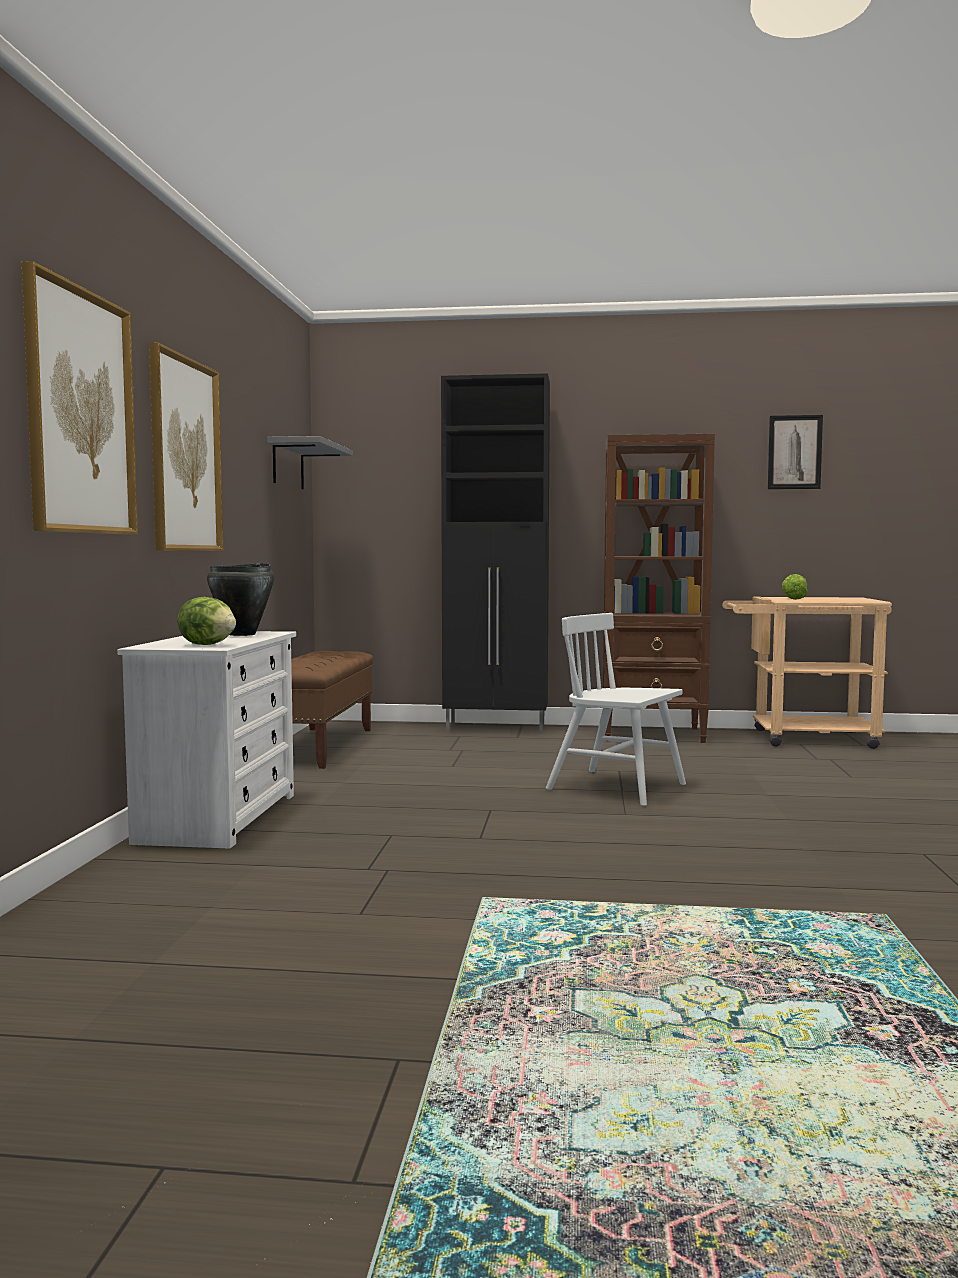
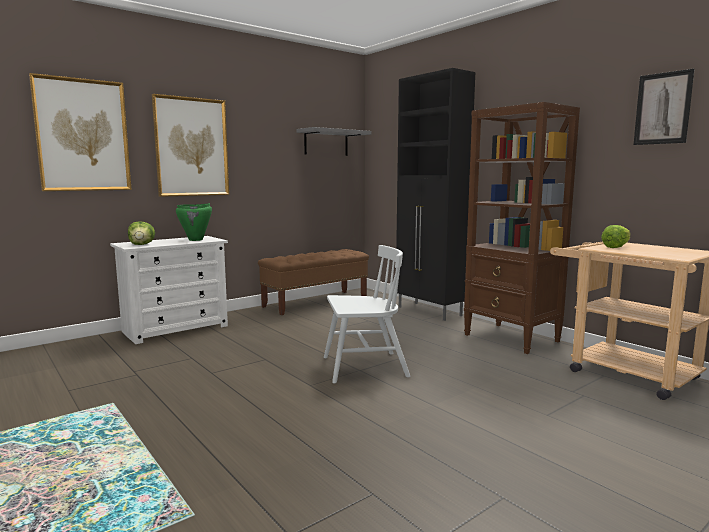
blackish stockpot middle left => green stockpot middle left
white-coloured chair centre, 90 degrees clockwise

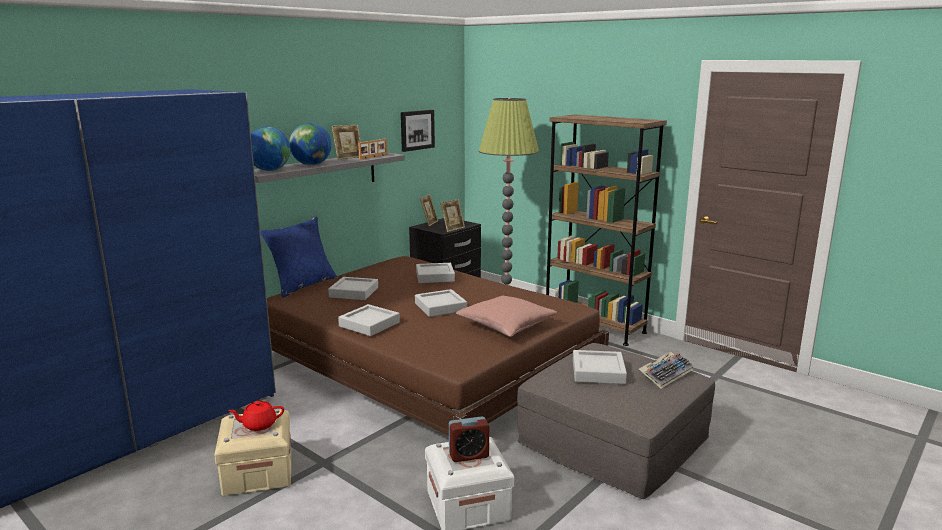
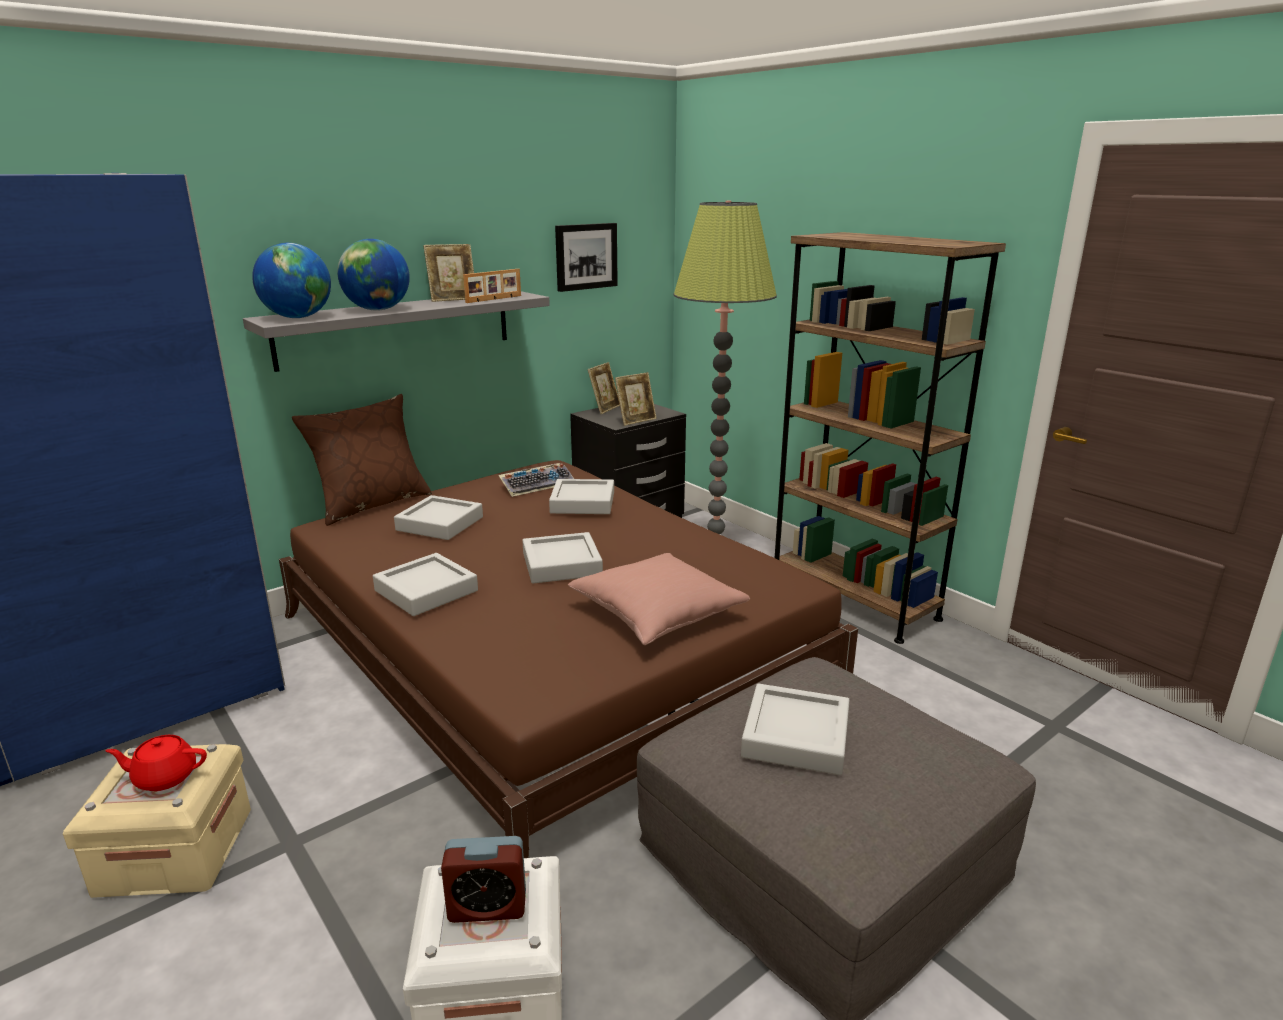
PC keyboard bottom right => PC keyboard centre, shifted
bluish throw pillow middle left => brown-coloured throw pillow middle left

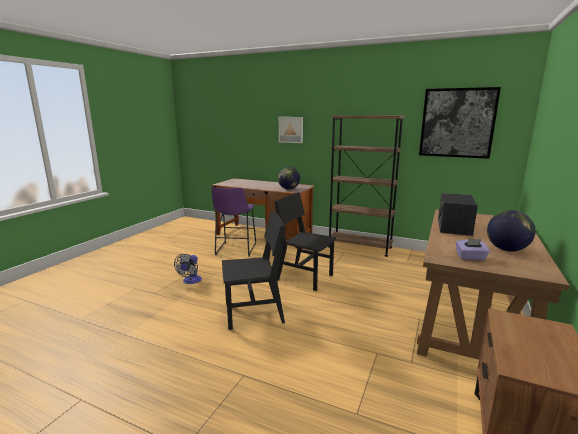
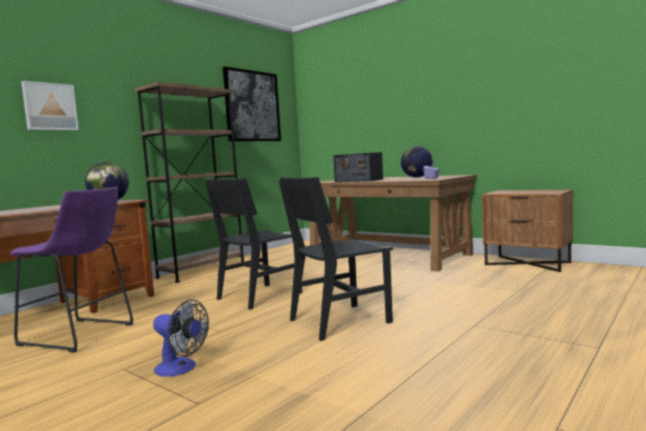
blackish chair (no. 1 from left in the first image) centre => blackish chair (no. 2 from left) centre, 120 degrees counterclockwise

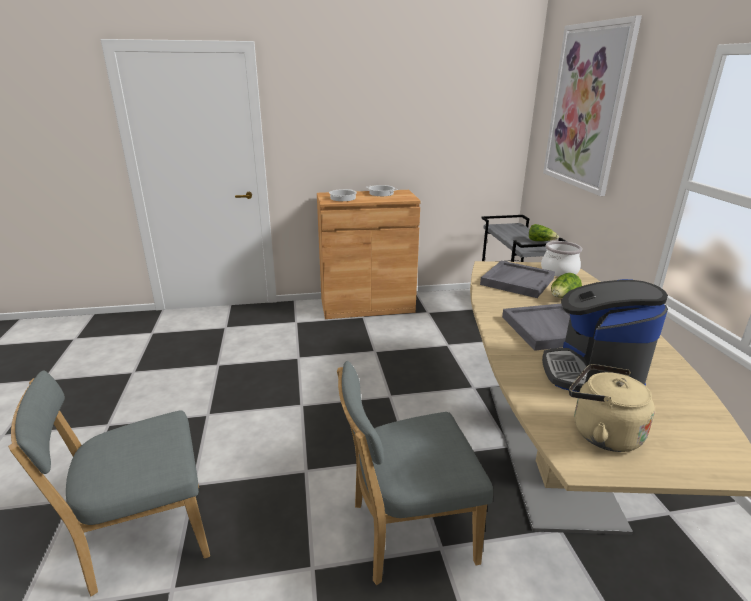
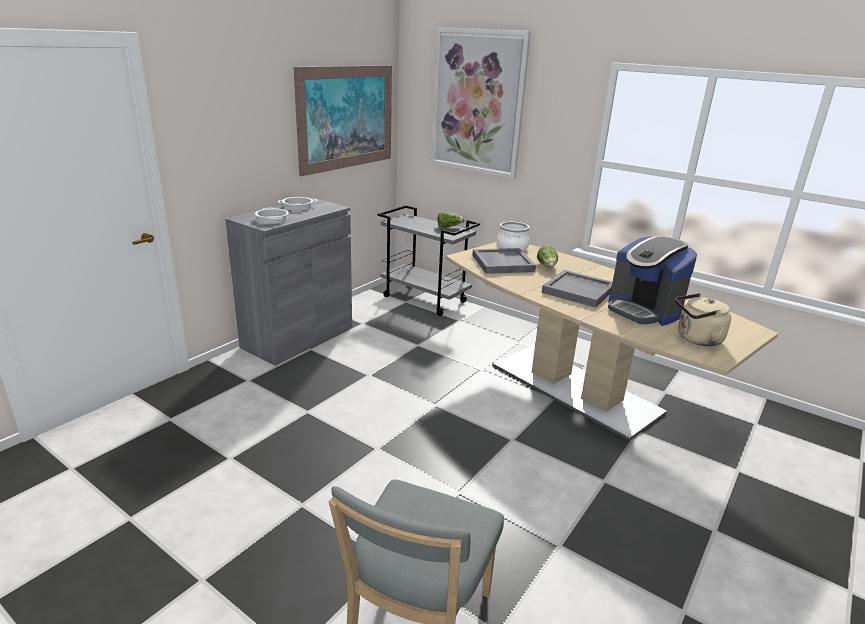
greyish chair (no. 2 from left) bottom centre => nothing
nothing => wall art (no. 1 from left) top centre
brown-coloured cupboard centre => greyish cupboard middle left

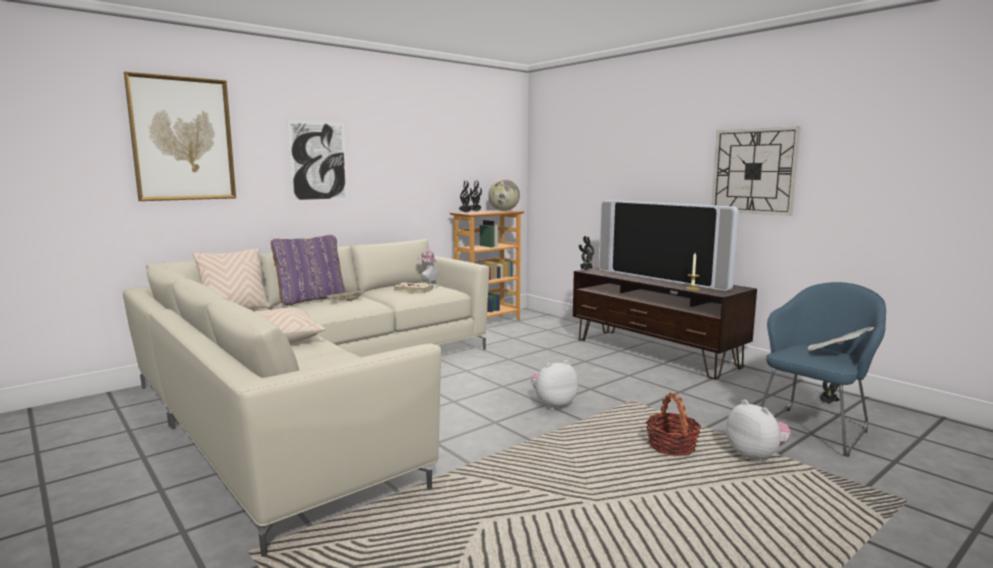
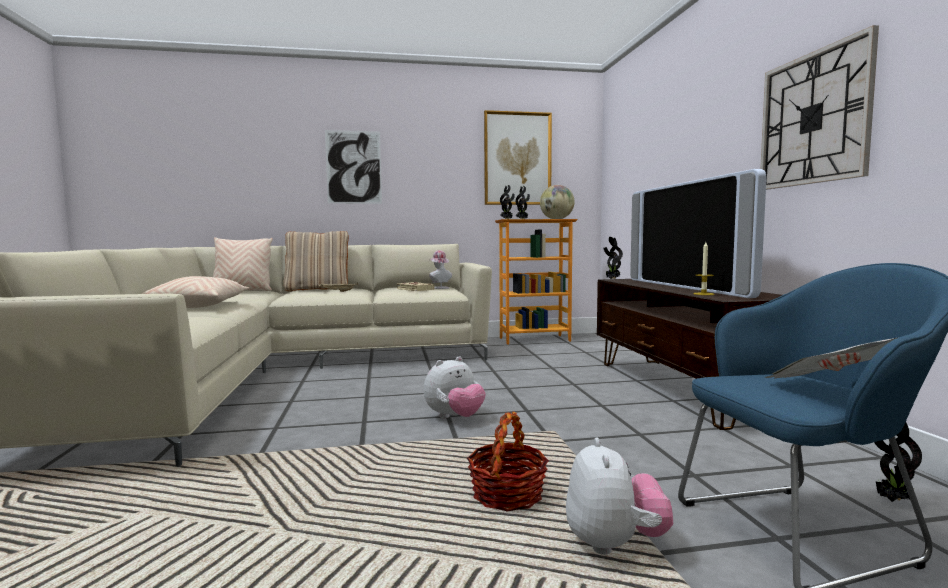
wall art (no. 1 from left in the first image) top left => wall art (no. 2 from left) top centre, shifted
purple throw pillow middle left => sand-coloured throw pillow (no. 3 from left) centre
plush toy (no. 1 from left) bottom centre => plush toy (no. 1 from left) centre, 135 degrees clockwise

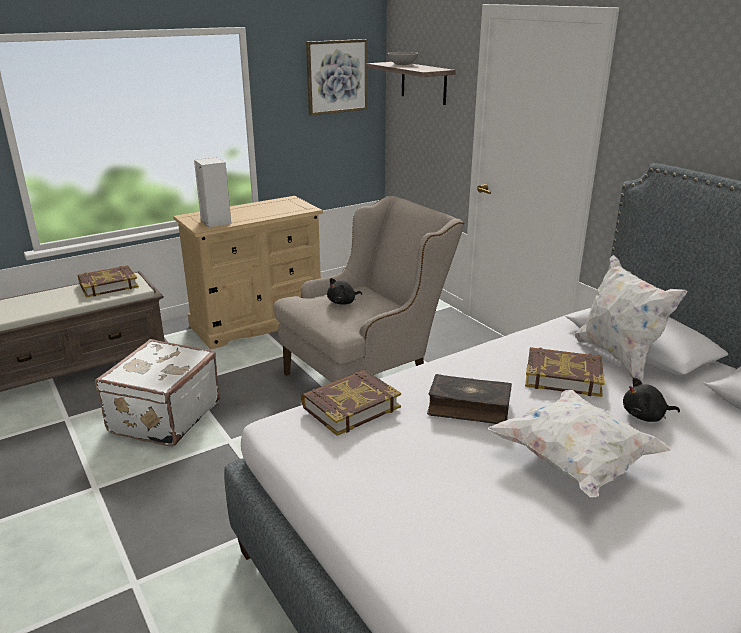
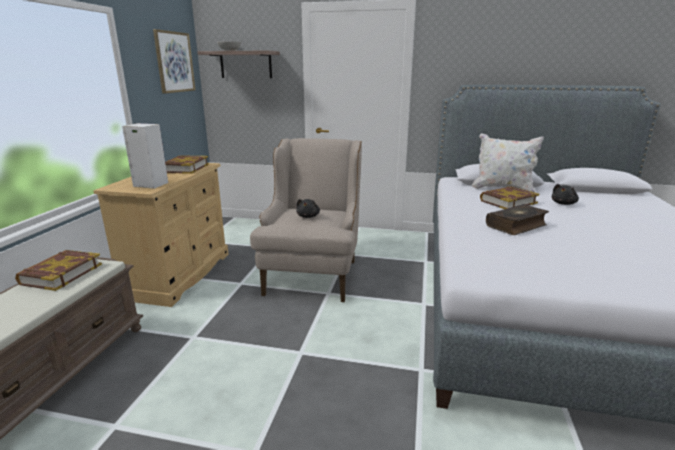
white-coloured piece of luggage middle left => nothing
white-coloured throw pillow (no. 1 from left) bottom right => nothing
book (no. 2 from left) centre => book (no. 2 from left) middle left, shifted

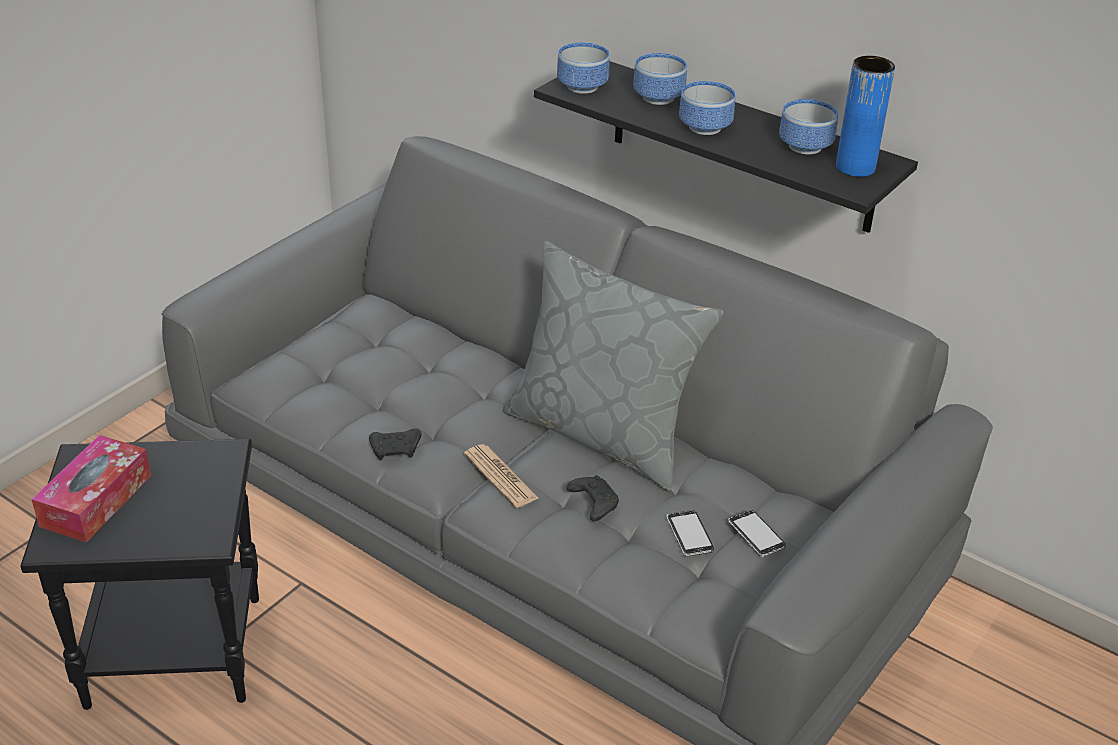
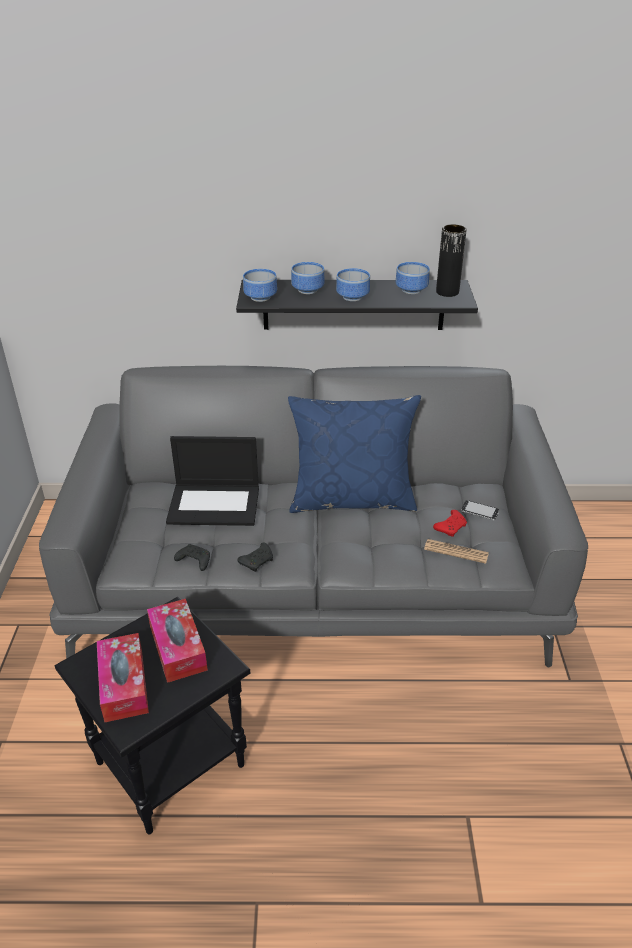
nothing => box of tissues (no. 2 from left) bottom left
nothing => notebook computer centre
daily paper centre => daily paper middle right, shifted
blackish game controller (no. 2 from left in the first image) bottom centre => blackish game controller (no. 1 from left) middle left, shifted
telephone (no. 1 from left) bottom centre => red game controller middle right
greyish throw pillow centre => bluish throw pillow centre
bluish vase top right => blackish vase top right

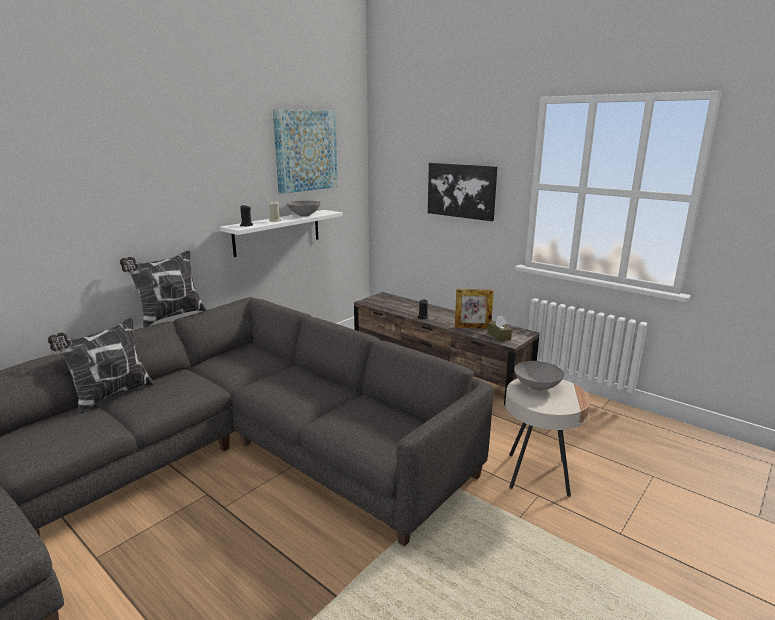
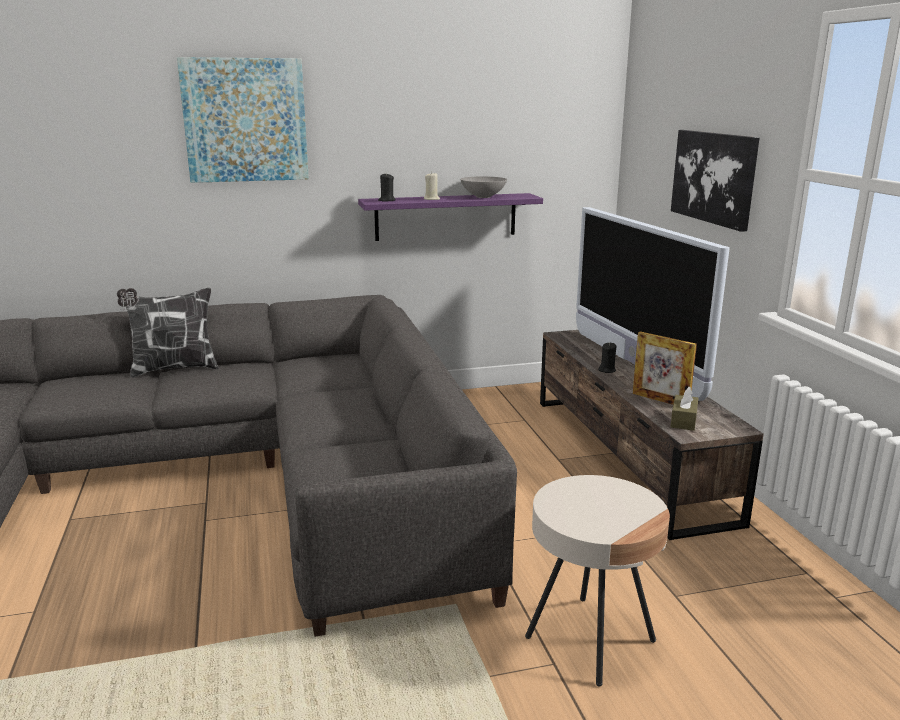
throw pillow (no. 2 from left) middle left => nothing
greyish bowl (no. 2 from left) middle right => nothing
nothing => TV set middle right
wall art (no. 1 from left) top centre => wall art (no. 1 from left) top left, shifted
white-coloured bracket shelf centre => purple bracket shelf top centre

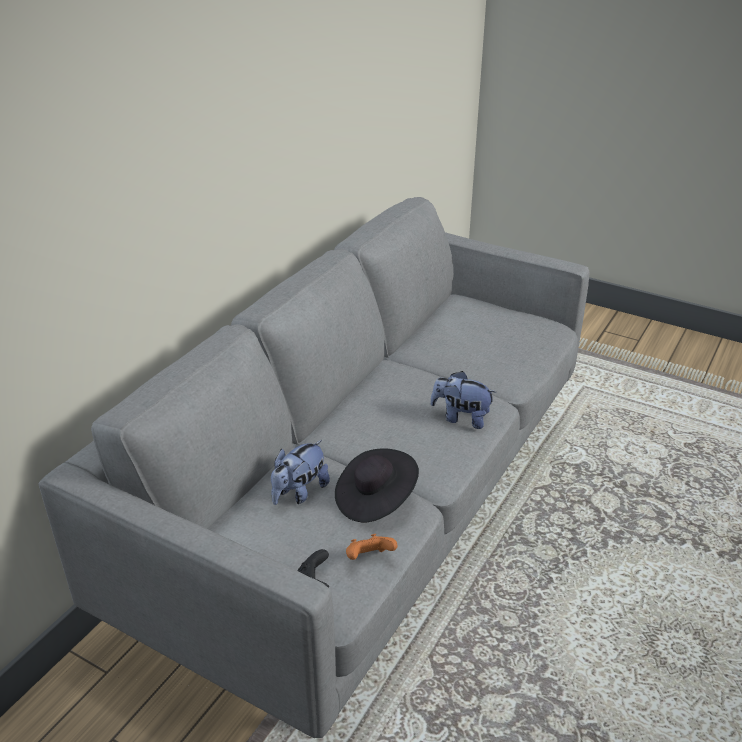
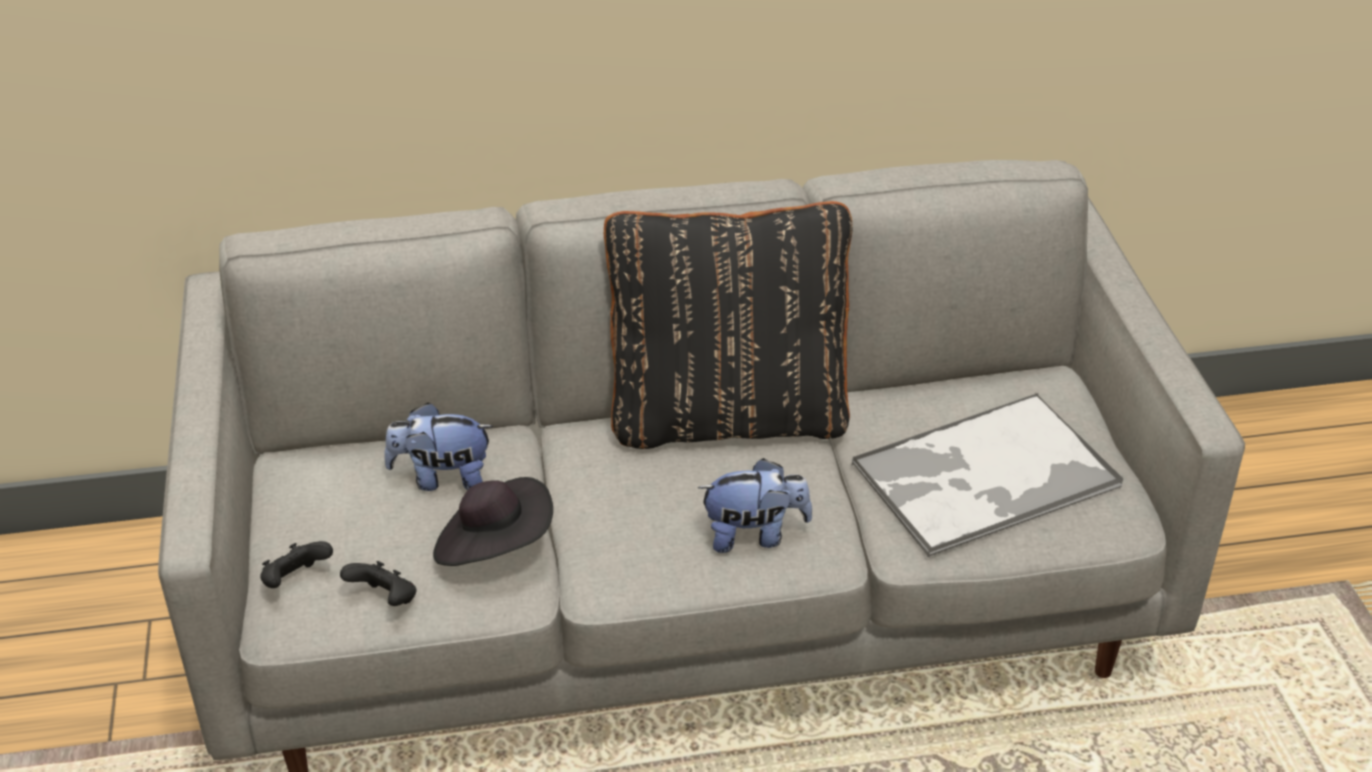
nothing => blackish throw pillow centre
nothing => carrying tray middle right
orangey game controller bottom centre => blackish game controller (no. 2 from left) bottom left
plush toy (no. 2 from left) centre, 105 degrees clockwise

